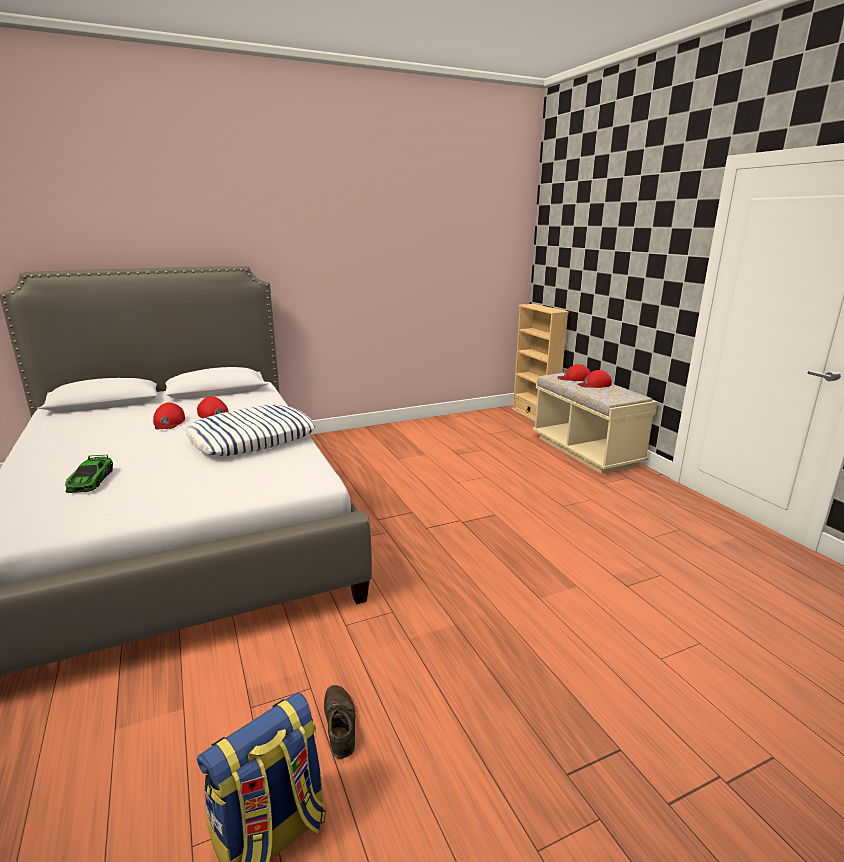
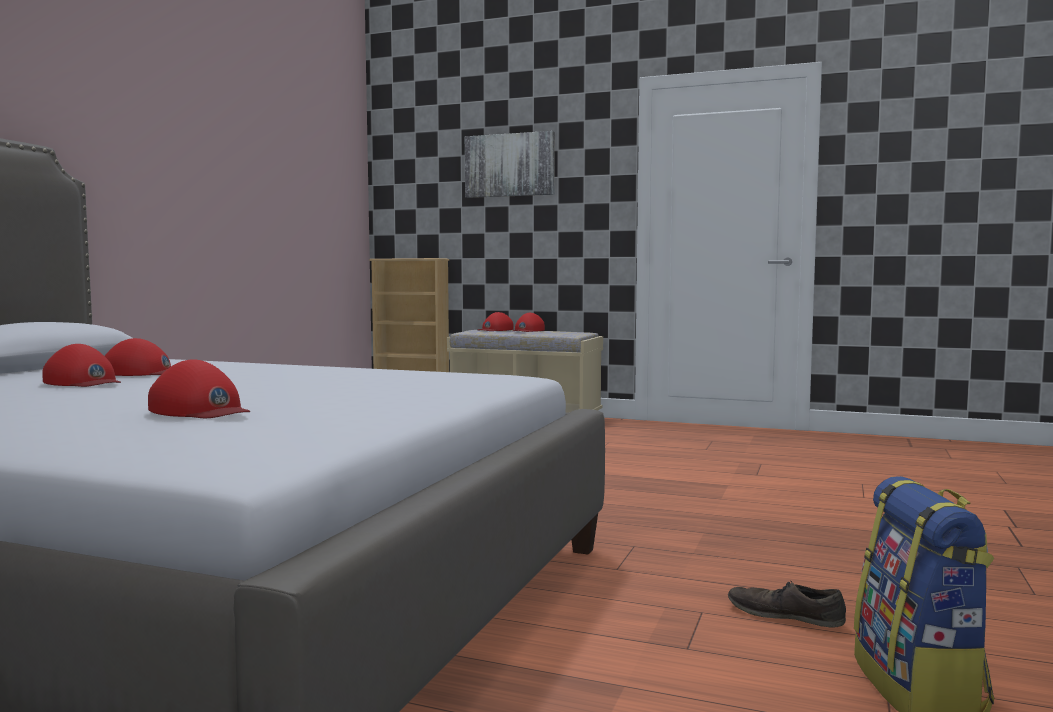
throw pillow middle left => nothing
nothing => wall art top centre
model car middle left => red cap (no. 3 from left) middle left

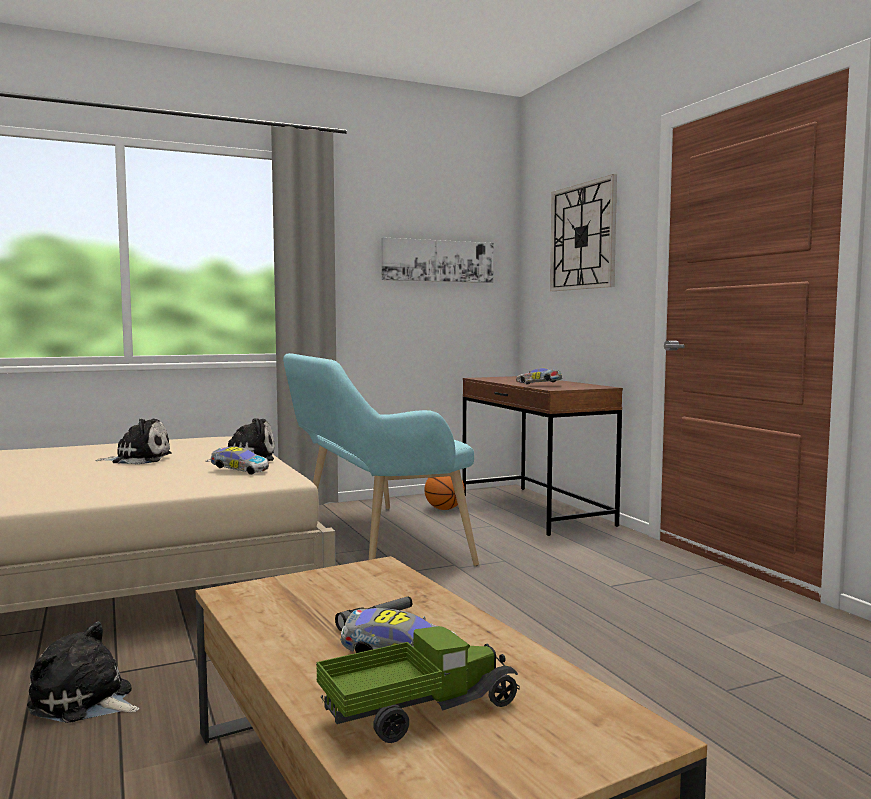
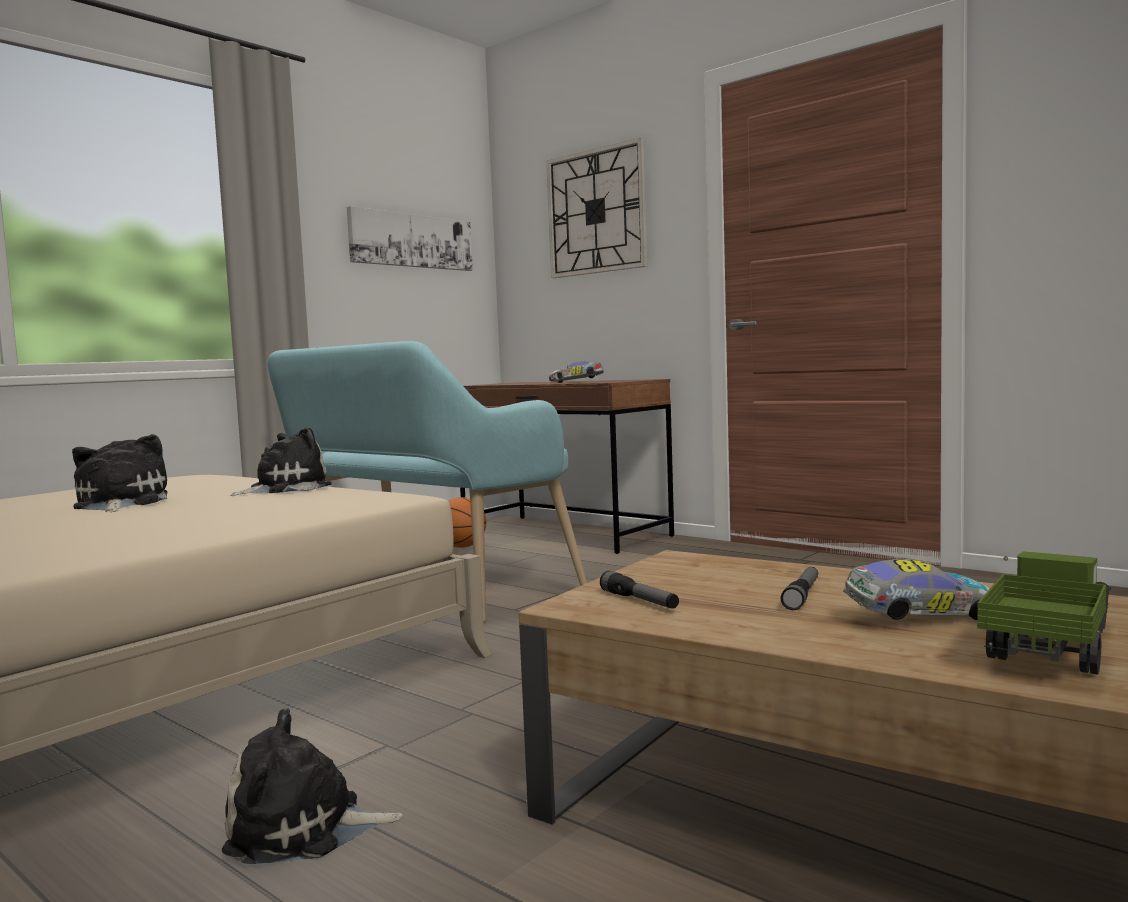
model car (no. 1 from left) middle left => nothing
nothing => flashlight (no. 1 from left) centre
plush toy (no. 2 from left in the first image) middle left => plush toy (no. 1 from left) middle left, 75 degrees counterclockwise

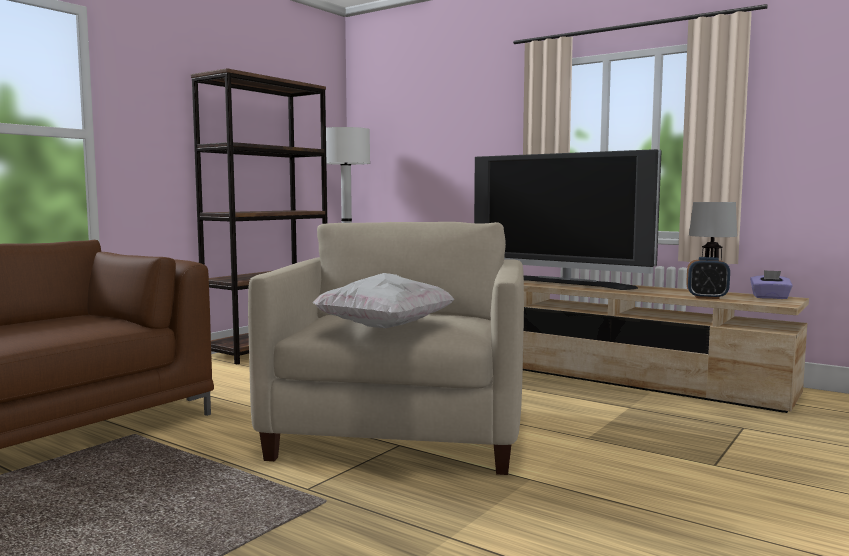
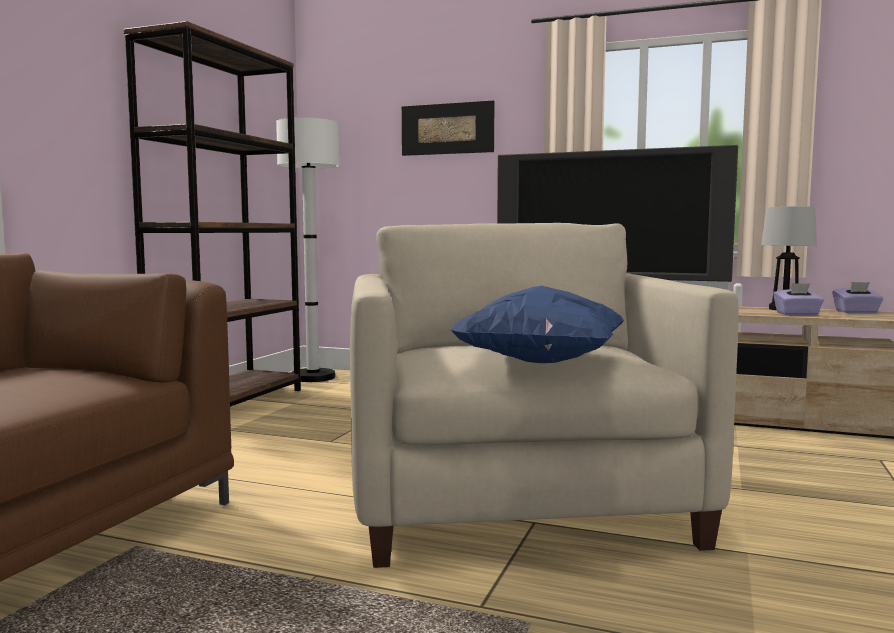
nothing => wall art top centre
bedside clock middle right => purple box of tissues (no. 1 from left) middle right
white-coloured throw pillow centre => bluish throw pillow centre

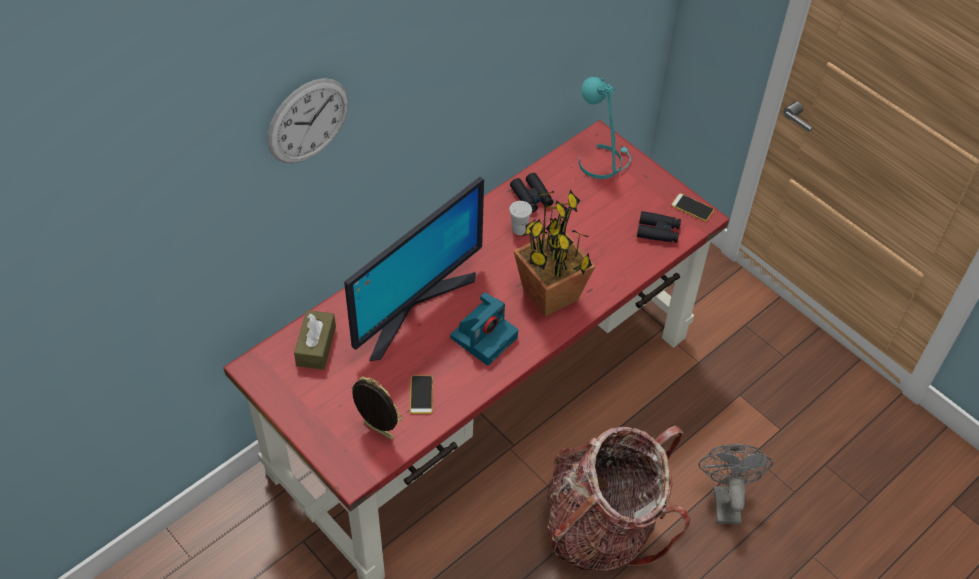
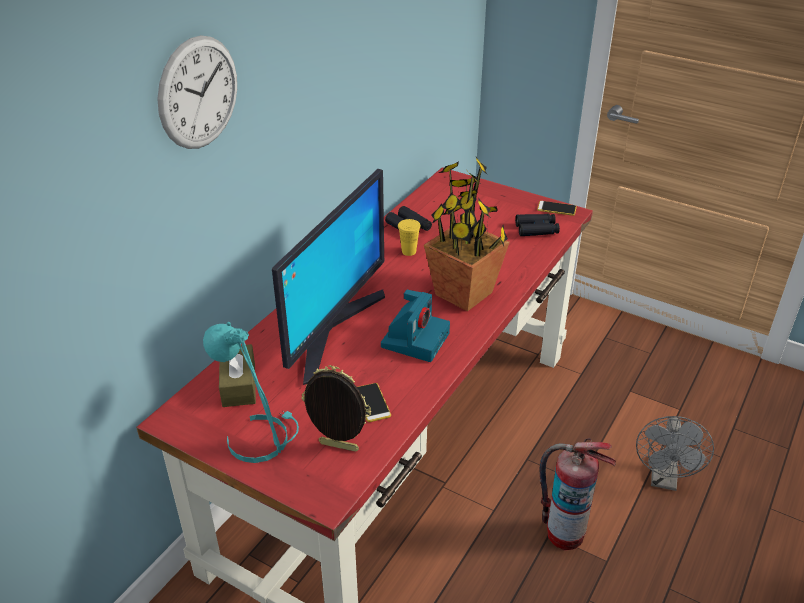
turquoise lamp for a table top centre => turquoise lamp for a table middle left, shifted
backpack bottom centre => fire extinguisher bottom right
white-coloured small cup centre => yellow small cup centre
greyish cooling fan bottom right, 150 degrees counterclockwise

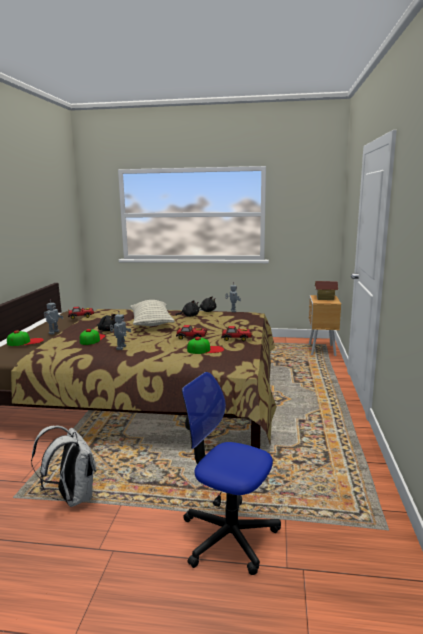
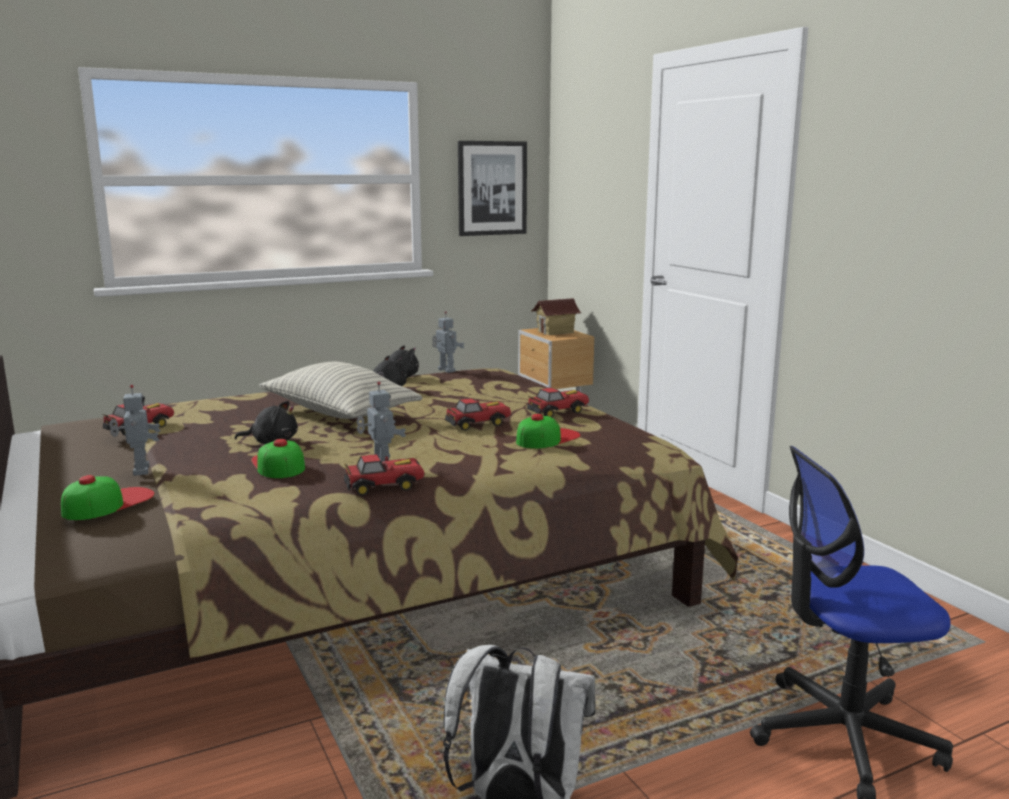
nothing => model car (no. 2 from left) centre
nothing => wall art top centre

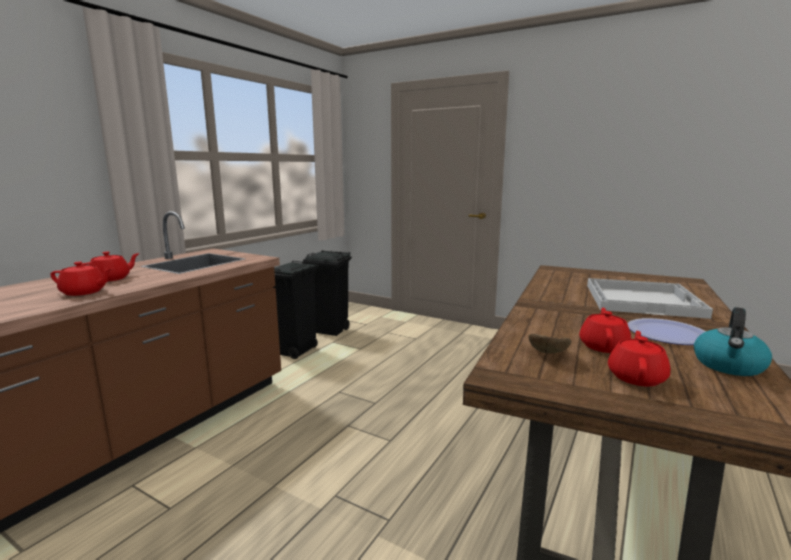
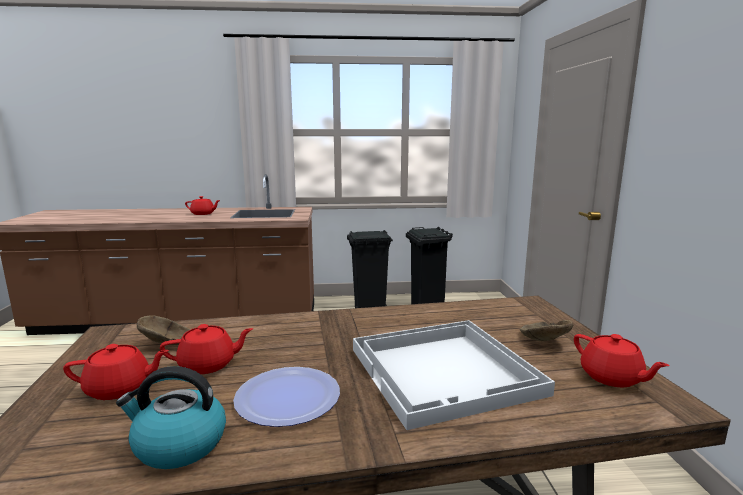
nothing => brown-coloured bowl (no. 2 from left) bottom right
red teapot (no. 1 from left in the first image) middle left => red teapot (no. 4 from left) bottom right, shifted

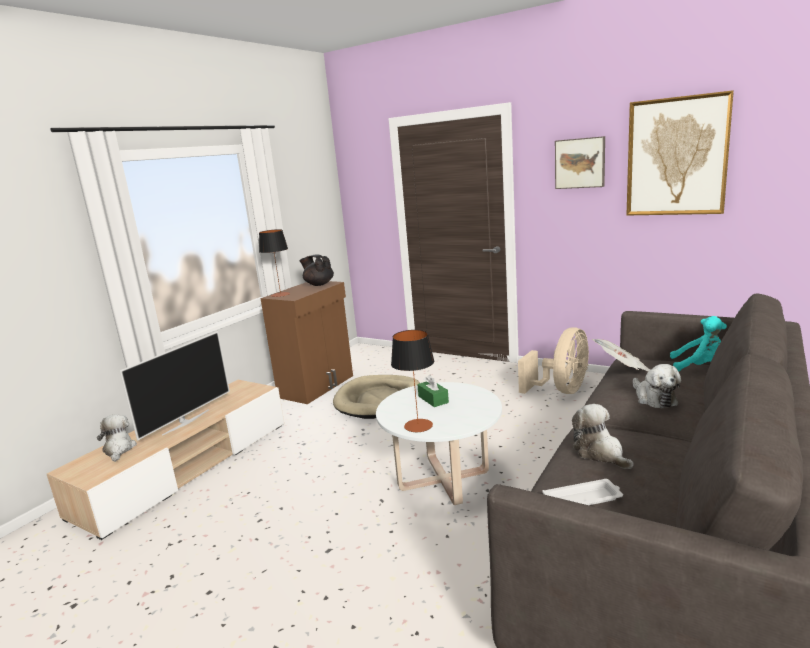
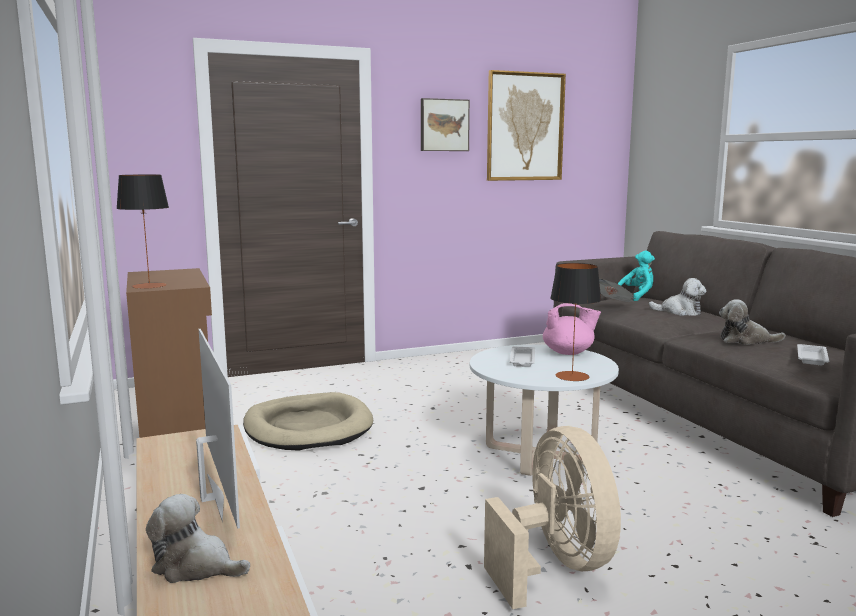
blackish teapot centre => nothing
nothing => pink-coloured teapot middle right
sand-coloured cooling fan middle right => sand-coloured cooling fan bottom centre, shifted
green box of tissues centre => white-coloured carrying tray (no. 1 from left) centre

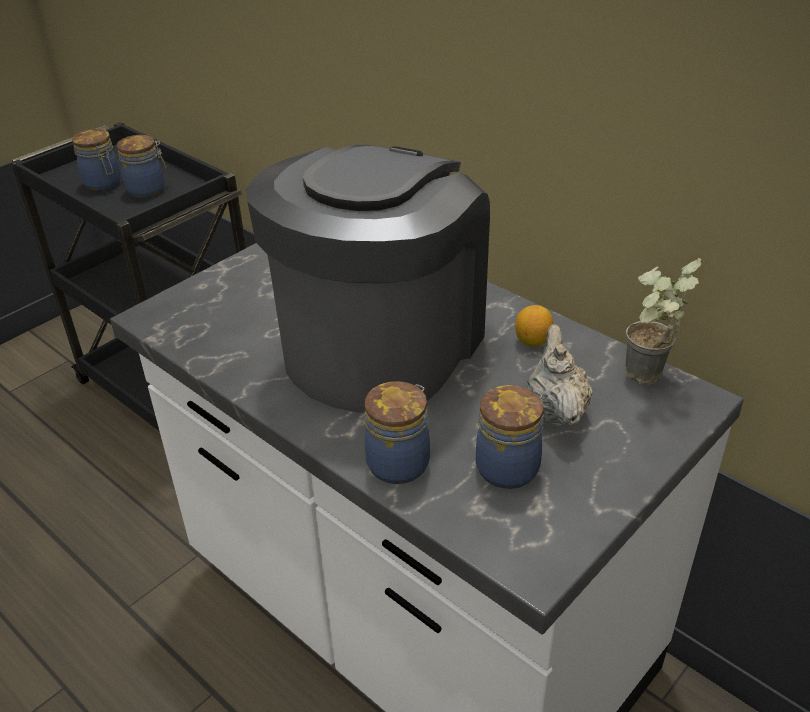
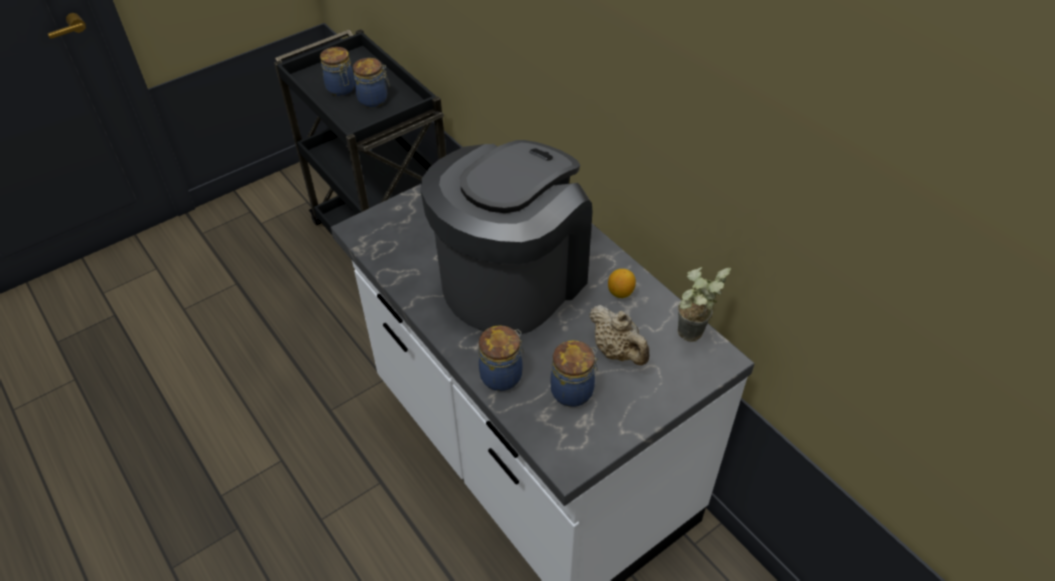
sand-coloured teapot middle right => sand-coloured teapot centre, 135 degrees clockwise

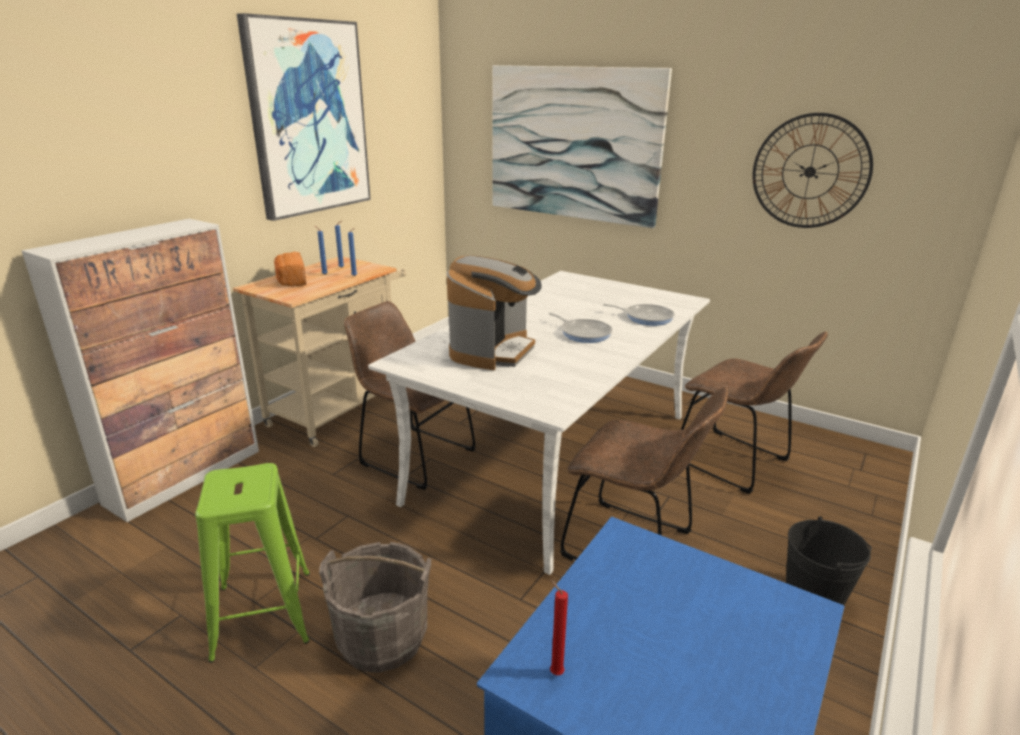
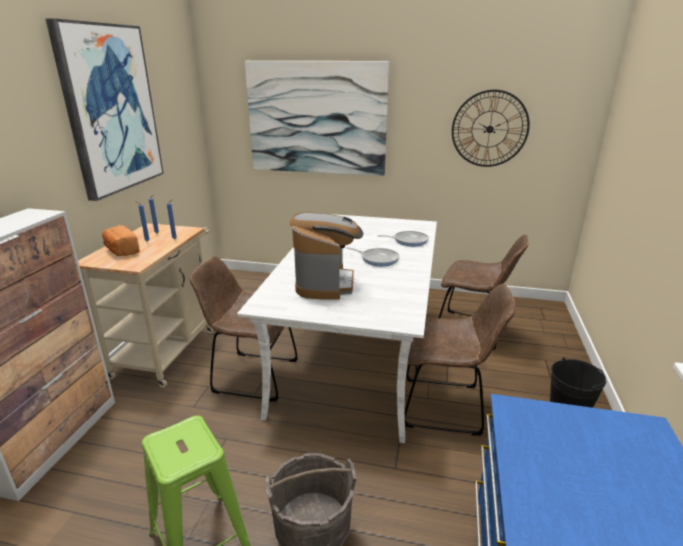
red candle bottom centre => nothing

